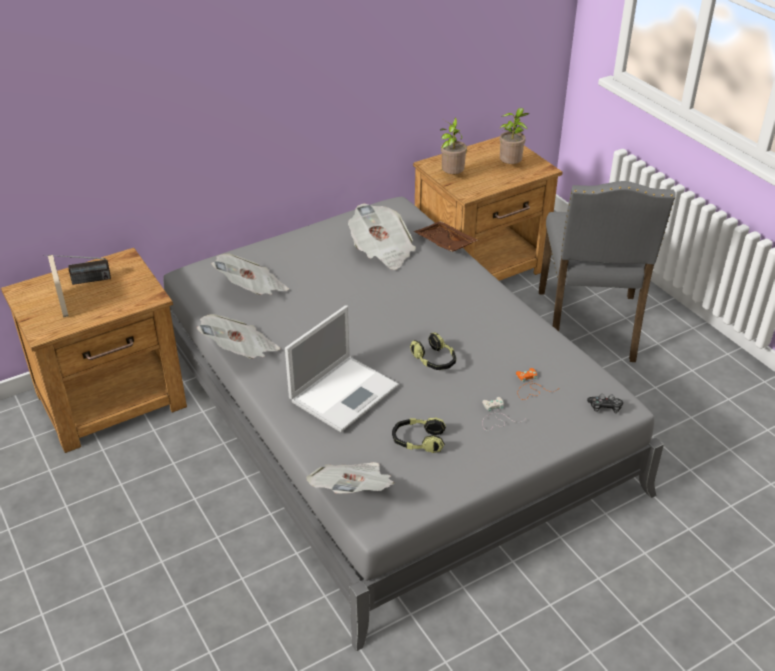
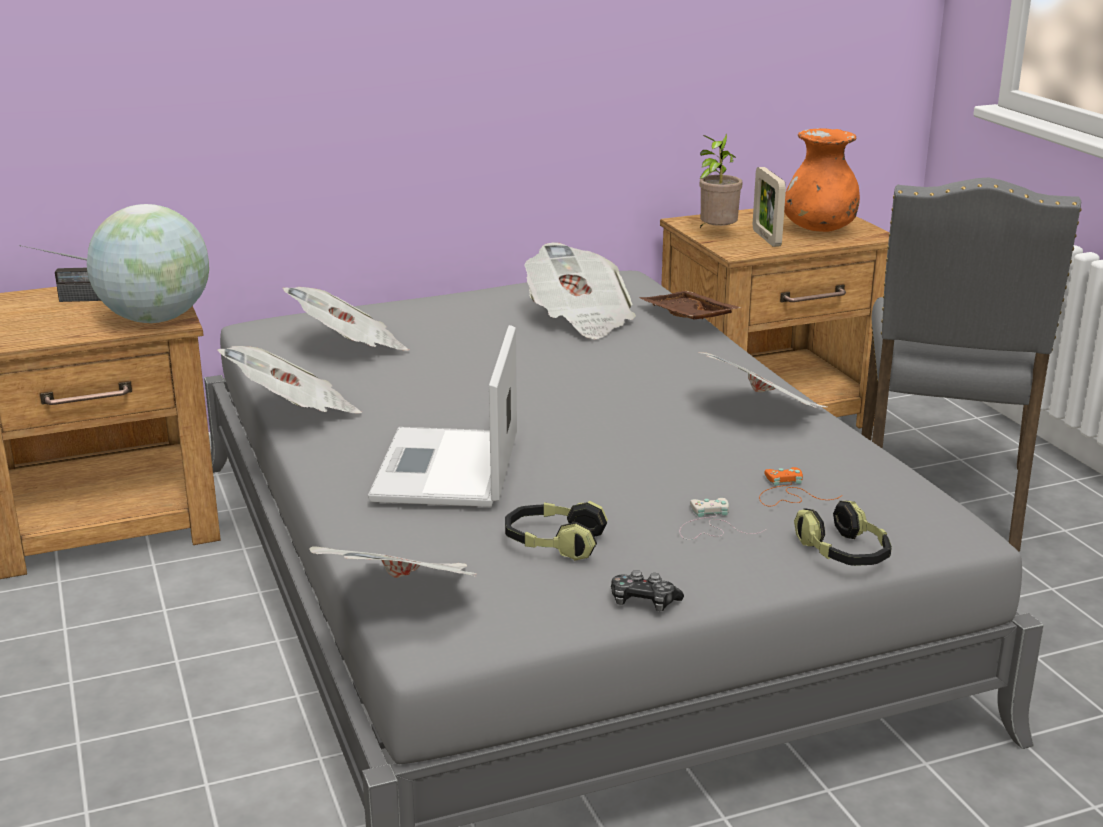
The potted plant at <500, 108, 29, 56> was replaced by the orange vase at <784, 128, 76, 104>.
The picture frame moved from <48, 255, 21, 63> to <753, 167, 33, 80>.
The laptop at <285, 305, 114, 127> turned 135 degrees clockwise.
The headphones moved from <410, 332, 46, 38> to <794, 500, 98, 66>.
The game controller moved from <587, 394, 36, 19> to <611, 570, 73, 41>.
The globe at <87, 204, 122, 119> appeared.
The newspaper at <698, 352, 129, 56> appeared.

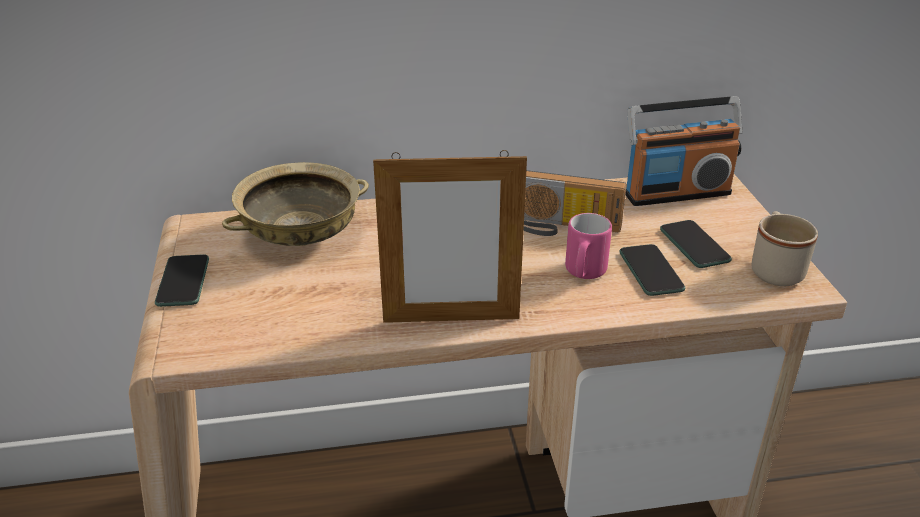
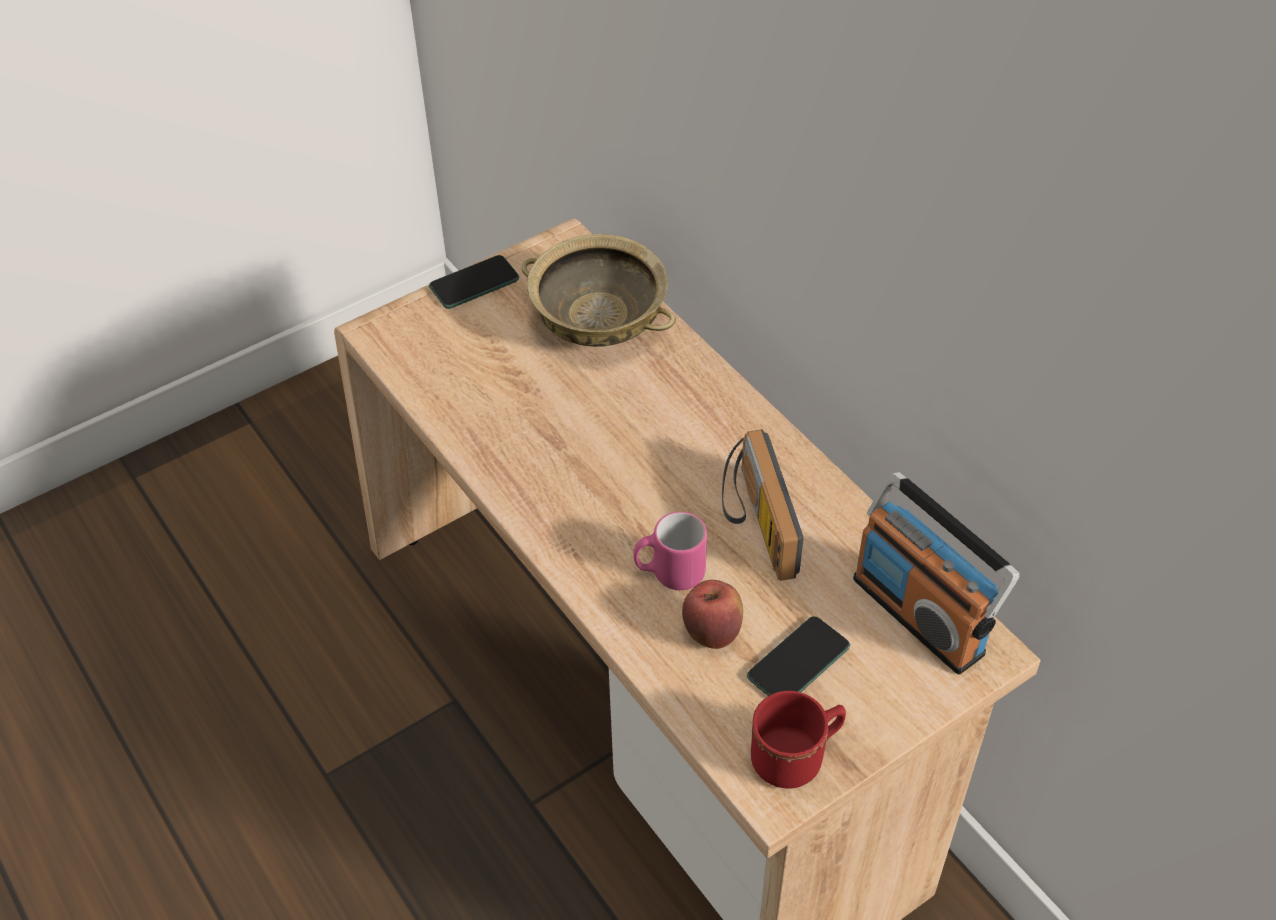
The picture frame at <373, 150, 154, 173> disappeared.
The beige mug at <752, 211, 66, 75> became the red mug at <751, 691, 95, 98>.
The phone at <620, 244, 65, 52> was replaced by the apple at <682, 580, 61, 69>.

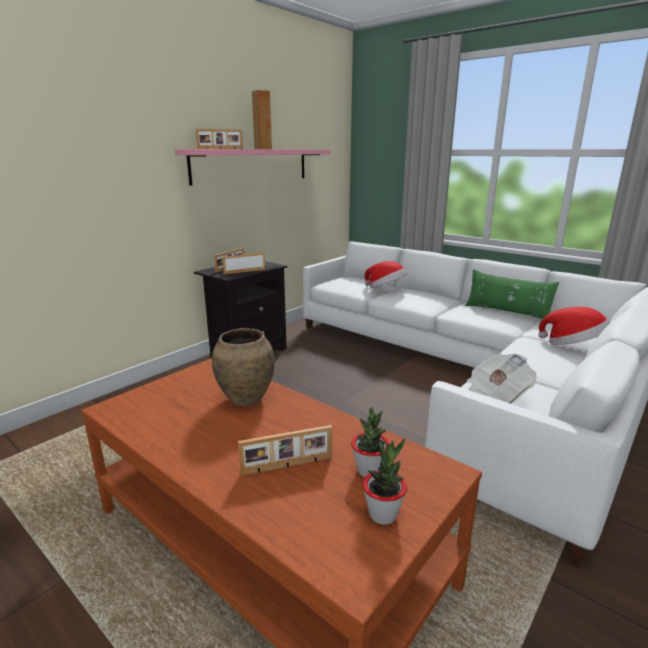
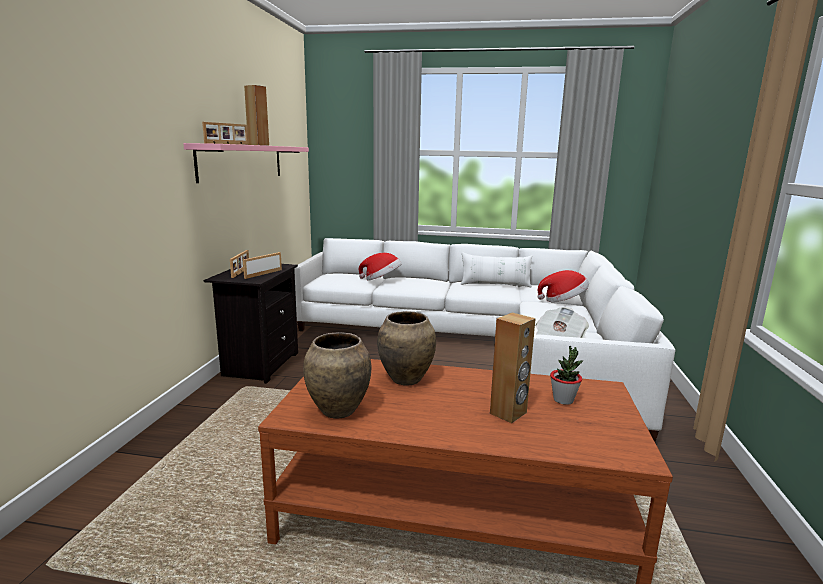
The green pillow at <465, 269, 94, 50> became the white pillow at <460, 252, 72, 36>.
The picture frame at <238, 425, 94, 51> was replaced by the brown speaker at <490, 313, 46, 110>.
The potted plant at <363, 439, 44, 86> disappeared.
The brown vase at <303, 332, 68, 87> appeared.

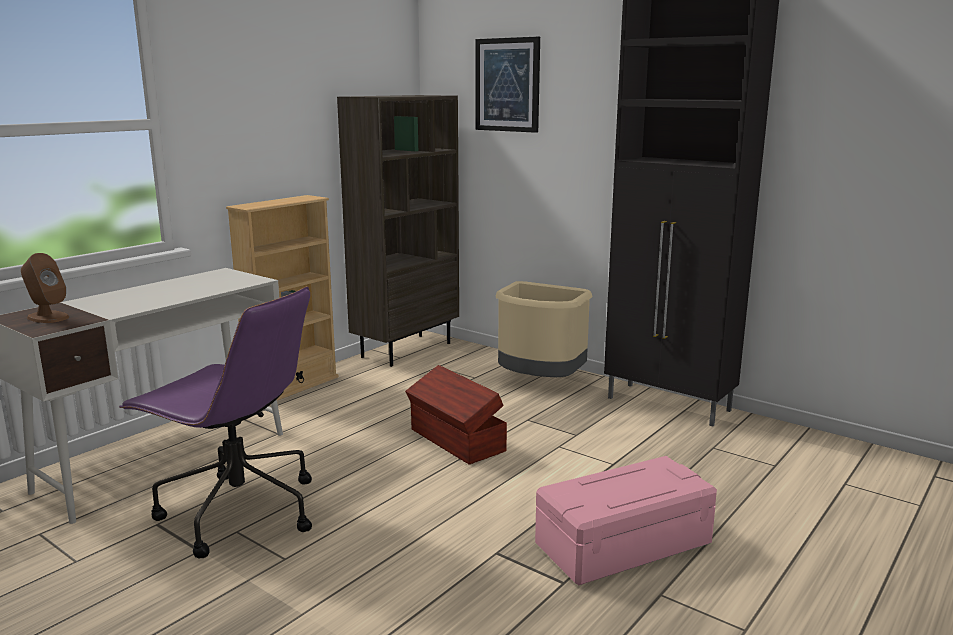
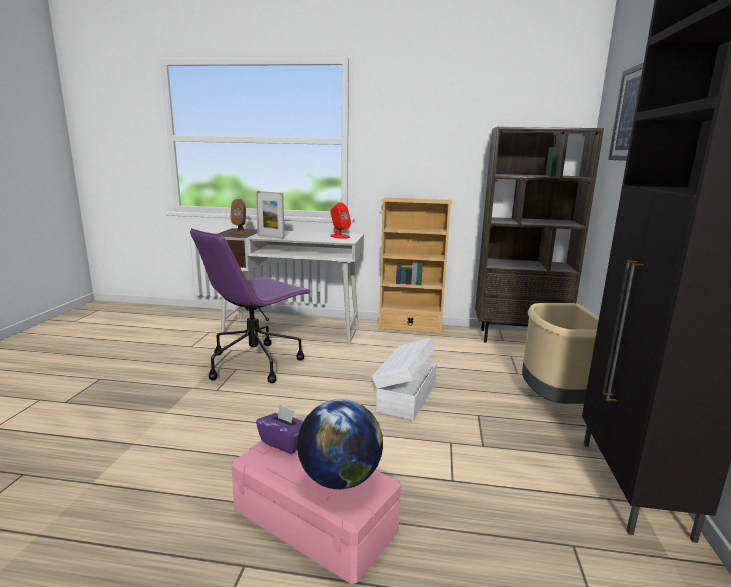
The purple office chair at <119, 286, 193, 272> turned 45 degrees clockwise.
The brown storage box at <405, 365, 102, 99> became the white storage box at <372, 338, 65, 83>.
The picture frame at <256, 191, 29, 48> appeared.
The red speaker at <330, 202, 21, 37> appeared.
The globe at <297, 399, 86, 90> appeared.
The purple tissue box at <256, 405, 47, 49> appeared.

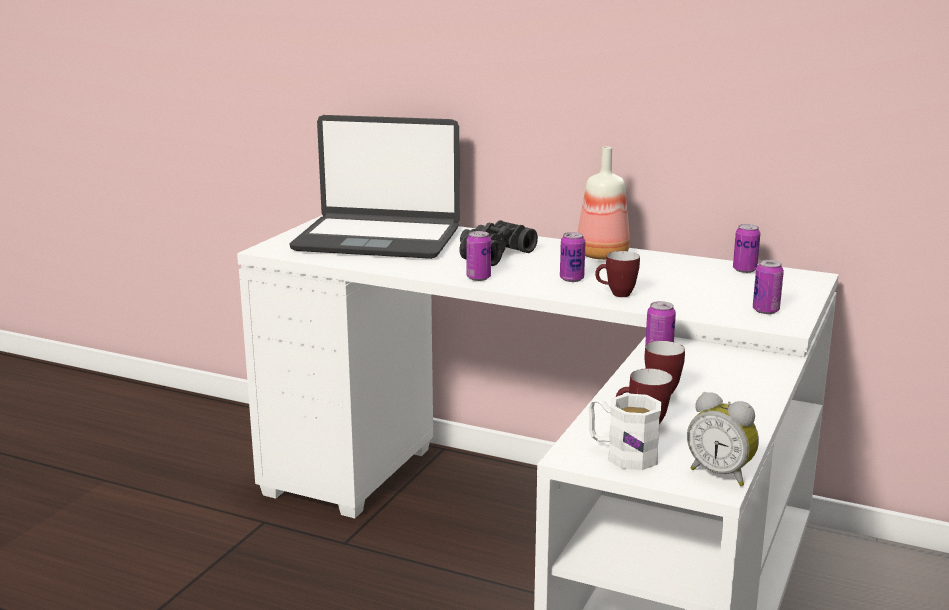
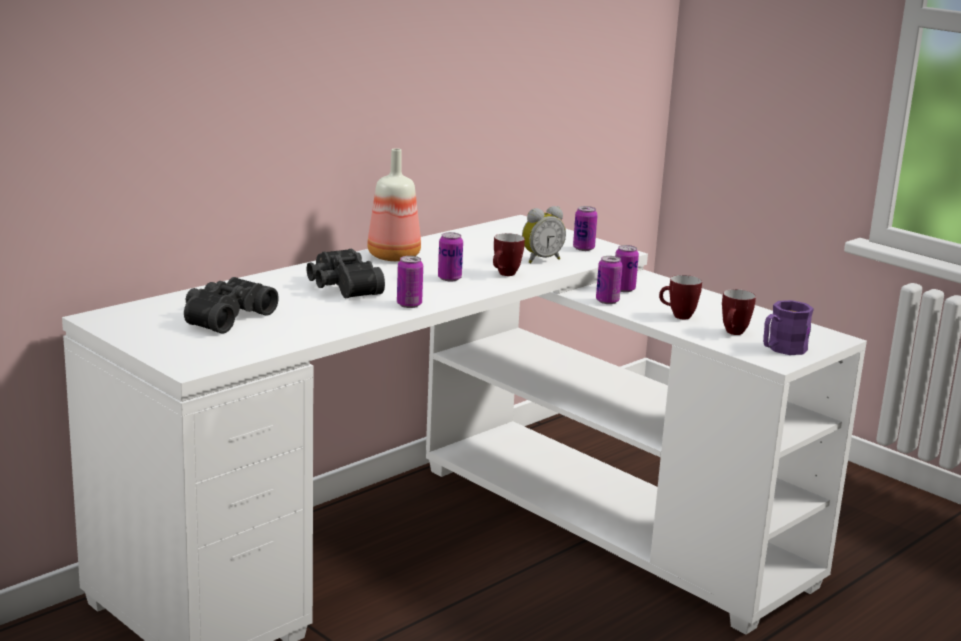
The laptop at <289, 115, 171, 144> was replaced by the black binoculars at <184, 277, 95, 57>.
The can moved from <733, 224, 27, 49> to <615, 245, 24, 47>.
The alarm clock moved from <687, 392, 72, 94> to <522, 206, 44, 58>.
The white mug at <589, 393, 72, 77> became the purple mug at <763, 300, 51, 55>.

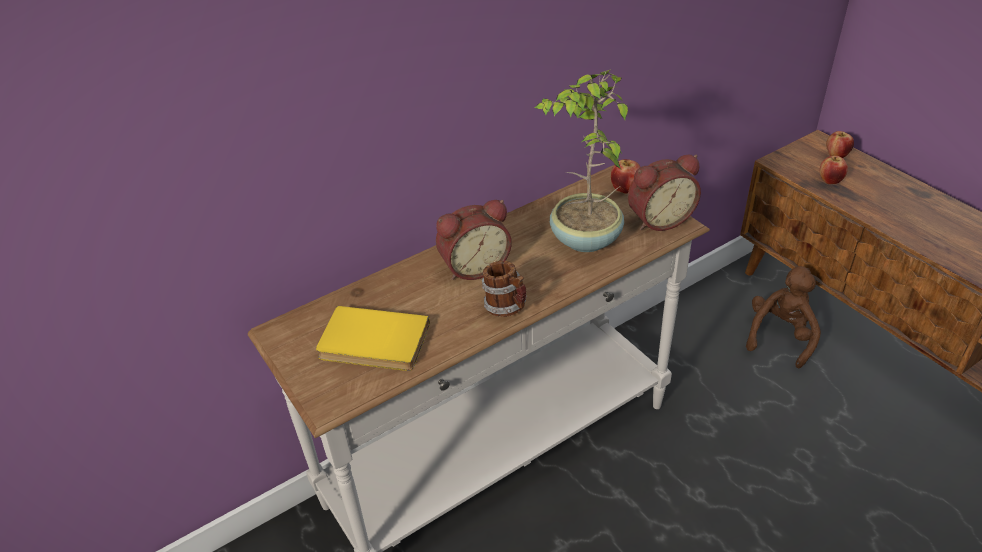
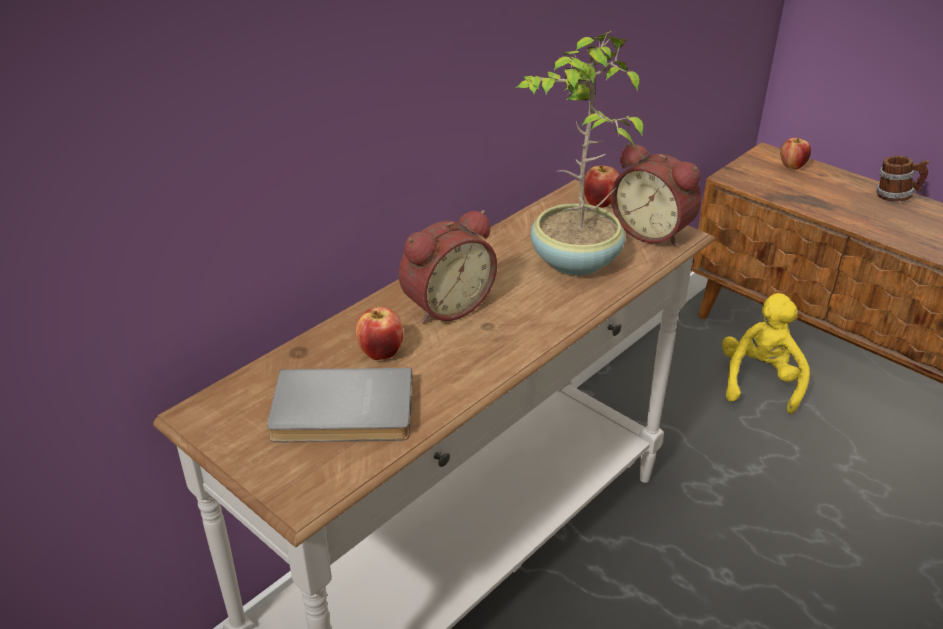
The alarm clock at <628, 155, 73, 76> turned 75 degrees clockwise.
The apple moved from <820, 156, 28, 28> to <355, 307, 48, 53>.
The mug moved from <482, 261, 45, 56> to <876, 156, 54, 46>.
The brown plush toy at <746, 266, 75, 102> became the yellow plush toy at <722, 293, 88, 121>.
The yellow book at <316, 306, 114, 65> became the grey book at <267, 368, 146, 74>.

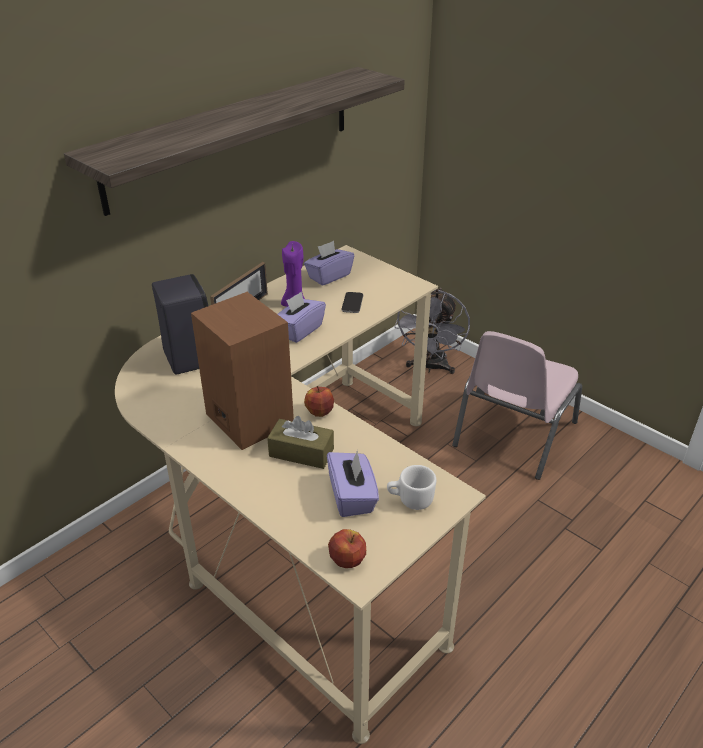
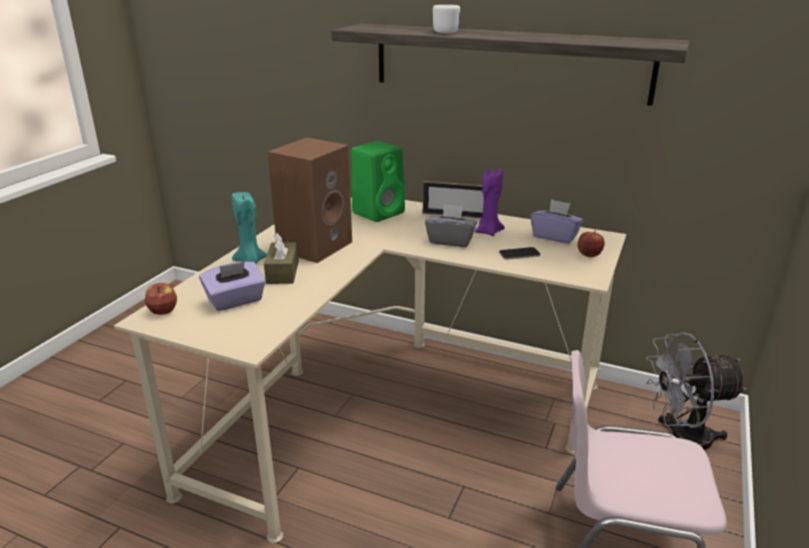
The black speaker at <152, 274, 56, 100> became the green speaker at <351, 141, 54, 81>.
The purple tissue box at <278, 291, 48, 52> became the grey tissue box at <425, 204, 52, 43>.
The apple moved from <304, 386, 30, 31> to <577, 232, 28, 25>.
The white mug moved from <387, 465, 49, 45> to <433, 5, 27, 28>.
The turquoise candle at <232, 192, 35, 72> appeared.

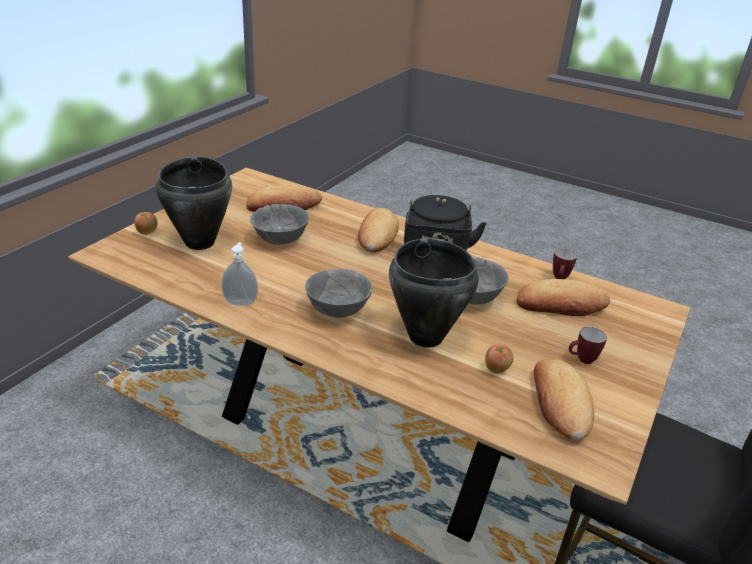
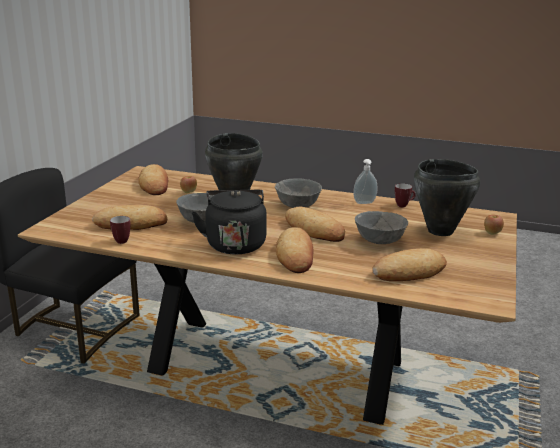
The mug moved from <569, 327, 38, 37> to <395, 183, 21, 24>.
The bread at <285, 207, 60, 35> appeared.

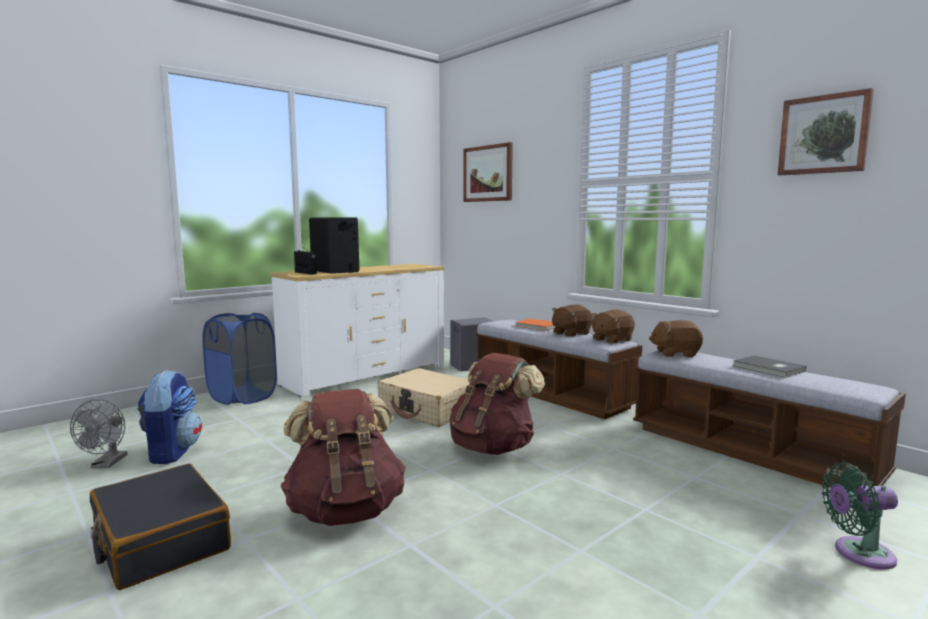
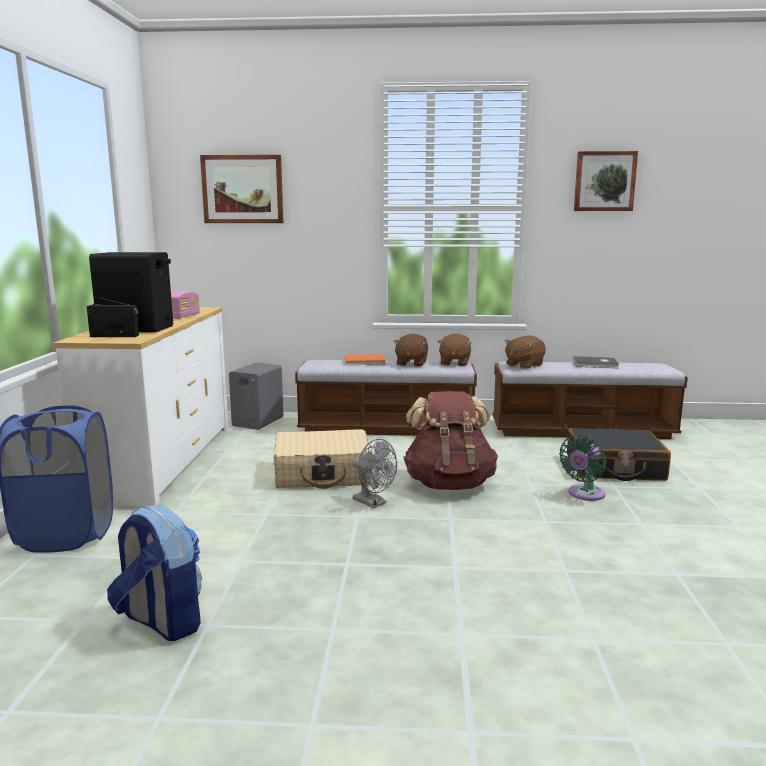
The brown backpack at <281, 389, 125, 137> disappeared.
The grey fan moved from <70, 399, 57, 69> to <352, 439, 45, 69>.
The green fan moved from <822, 463, 76, 107> to <559, 434, 47, 67>.
The black suitcase moved from <90, 464, 141, 126> to <567, 428, 104, 53>.
The radio at <171, 291, 29, 28> appeared.

